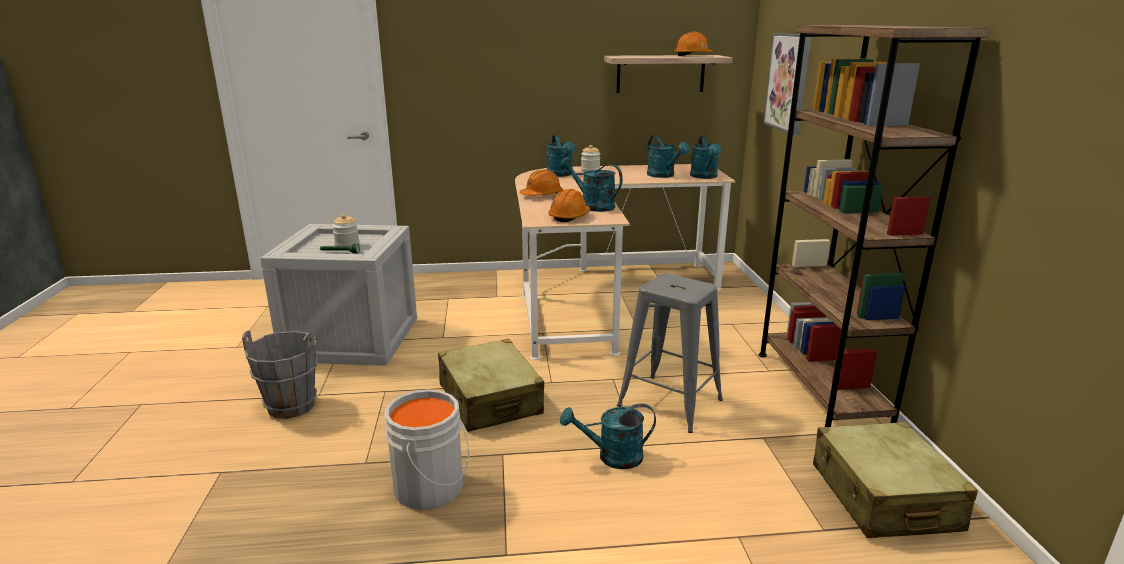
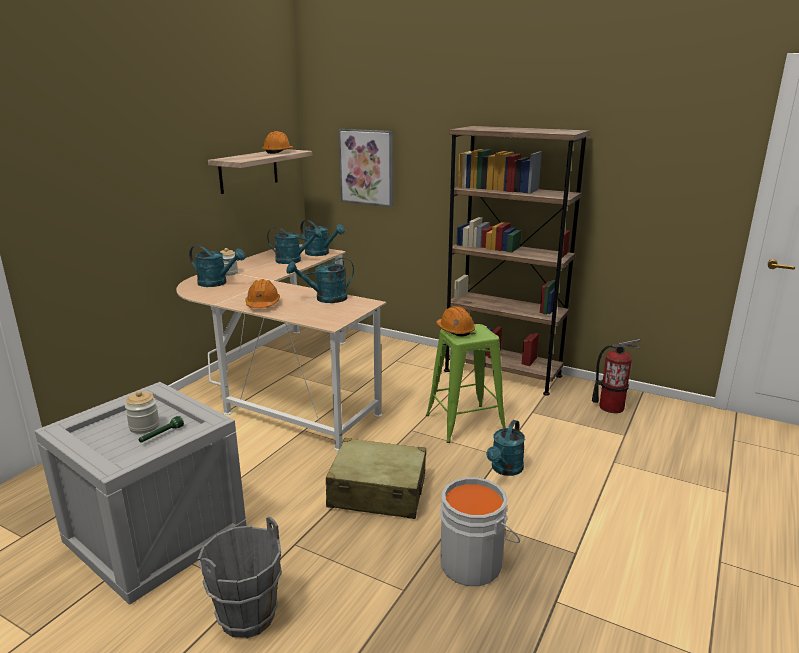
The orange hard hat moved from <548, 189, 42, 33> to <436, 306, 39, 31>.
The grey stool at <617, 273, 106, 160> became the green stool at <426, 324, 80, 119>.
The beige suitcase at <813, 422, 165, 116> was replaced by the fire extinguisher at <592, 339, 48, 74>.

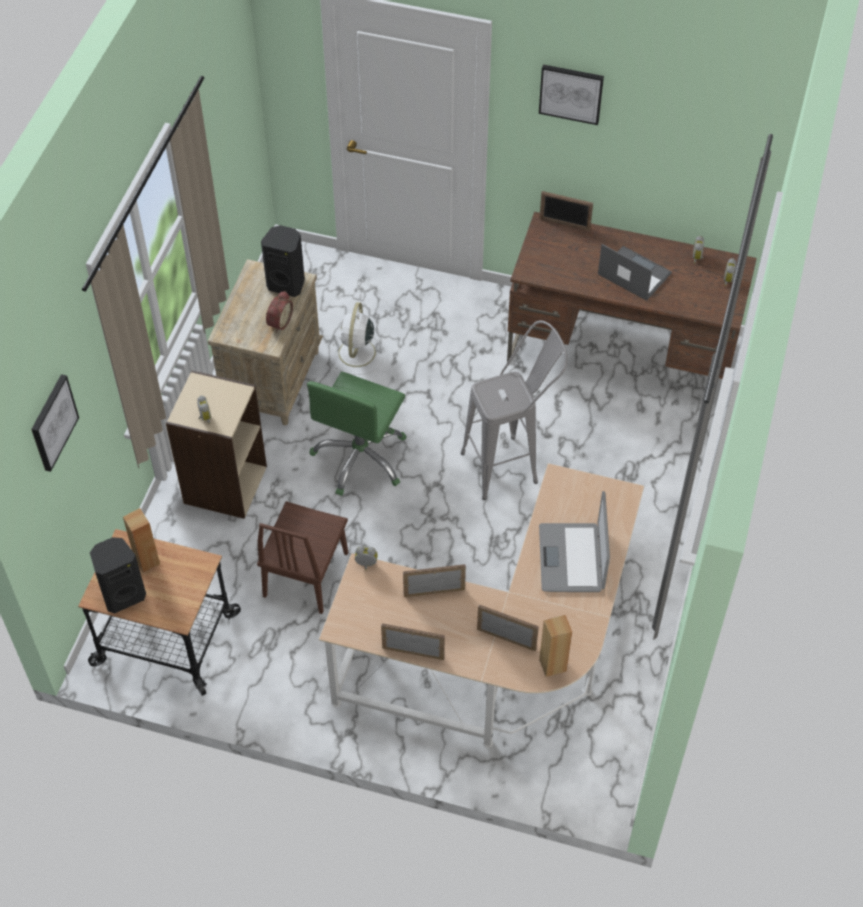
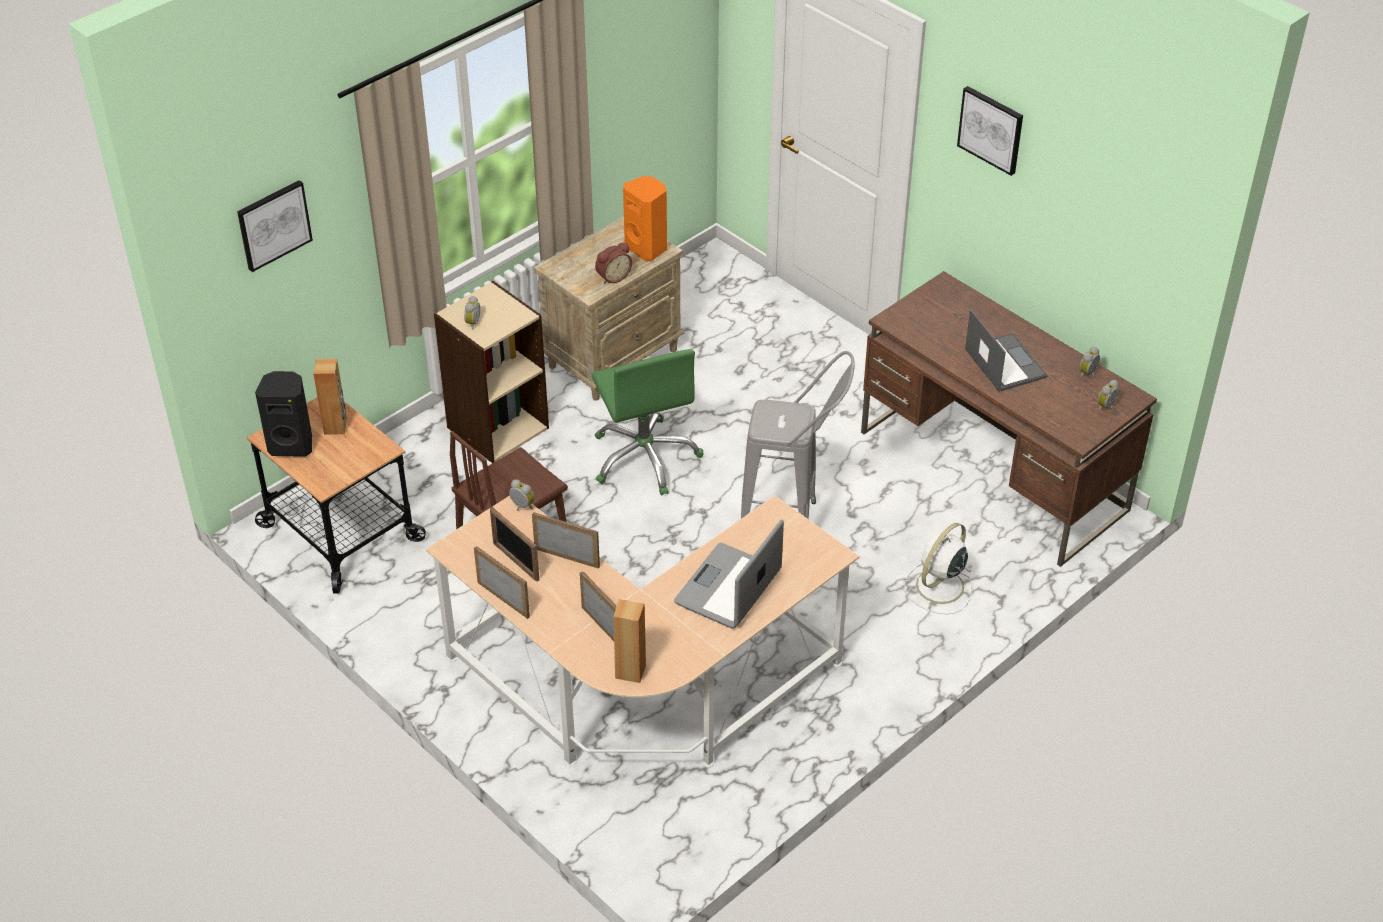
The picture frame moved from <539, 191, 54, 40> to <490, 507, 49, 74>.
The black speaker at <261, 225, 44, 72> became the orange speaker at <623, 176, 44, 85>.
The white fan moved from <330, 302, 53, 73> to <904, 523, 68, 91>.
The green office chair at <307, 372, 100, 124> turned 75 degrees counterclockwise.

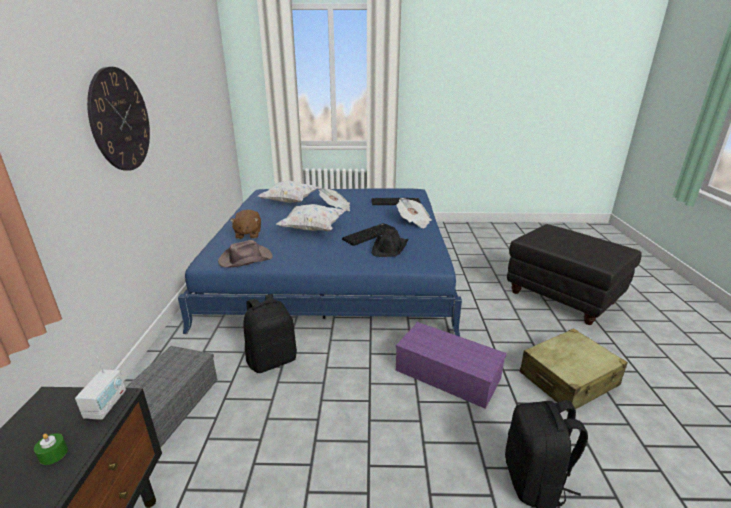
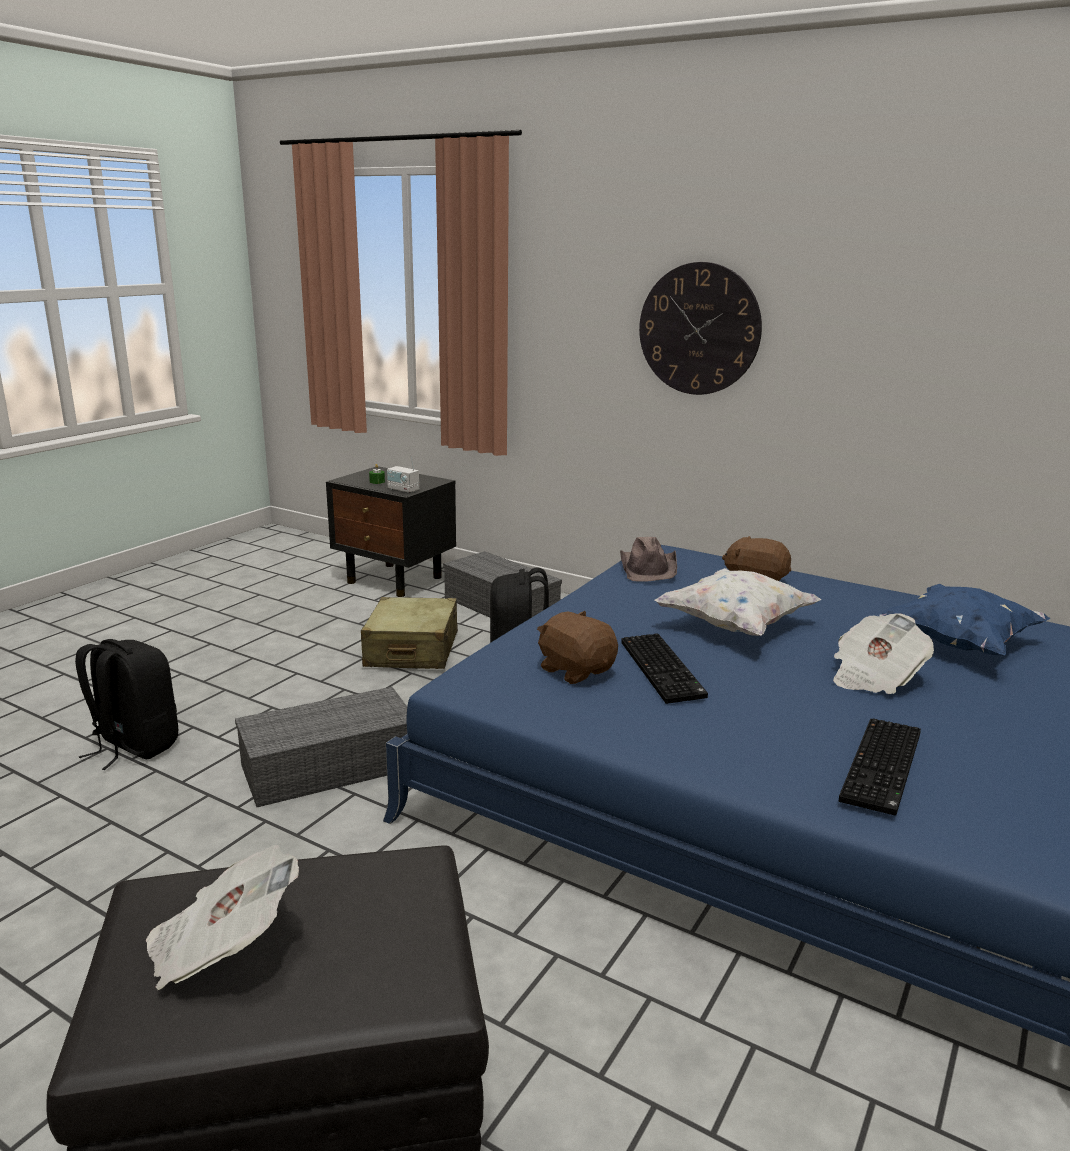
The white pillow at <258, 181, 61, 22> became the blue pillow at <877, 584, 174, 72>.
The newspaper moved from <396, 198, 36, 30> to <146, 845, 153, 145>.
The black hat at <371, 229, 38, 28> was replaced by the brown plush toy at <537, 611, 81, 73>.
The purple storage box at <396, 322, 111, 87> became the grey storage box at <235, 687, 172, 120>.
The beige suitcase moved from <520, 328, 108, 84> to <361, 597, 97, 72>.

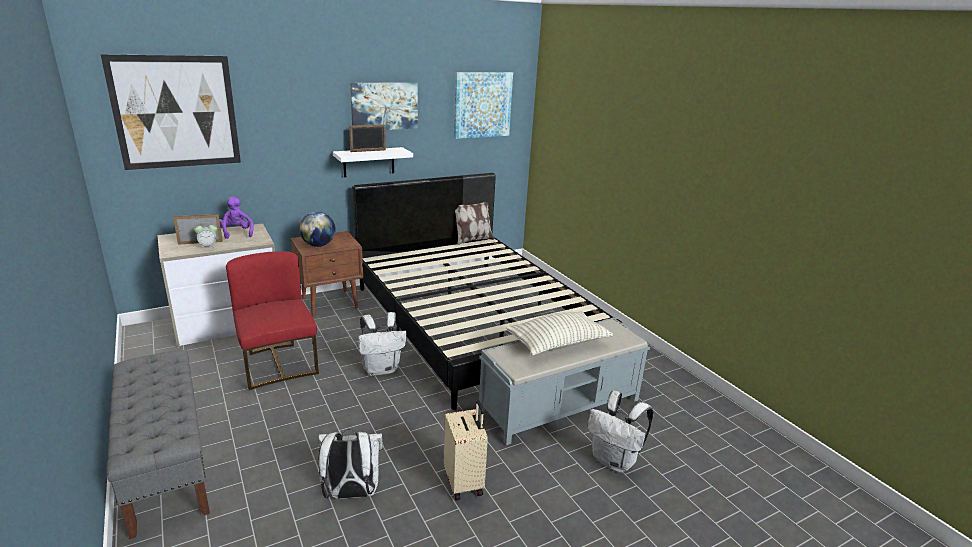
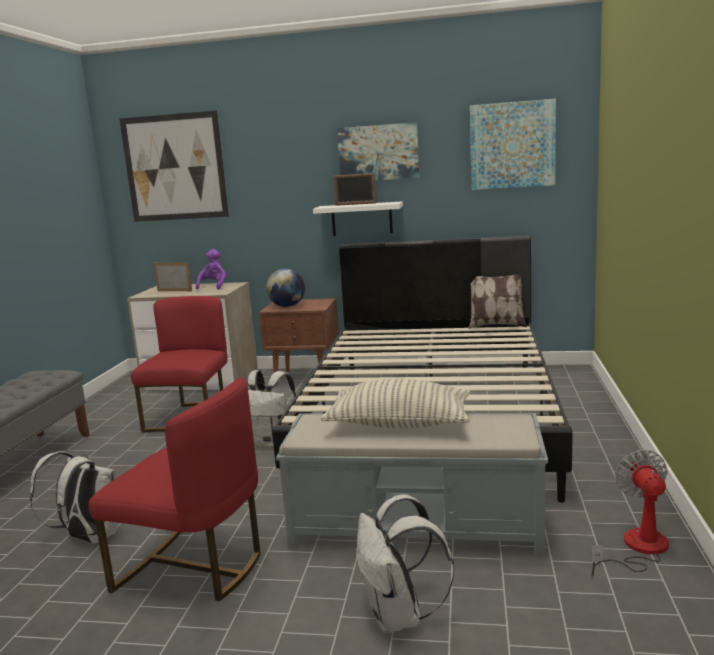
The alarm clock at <194, 222, 23, 28> disappeared.
The beige suitcase at <444, 400, 44, 101> was replaced by the red chair at <89, 378, 172, 223>.
The fan at <591, 450, 78, 126> appeared.

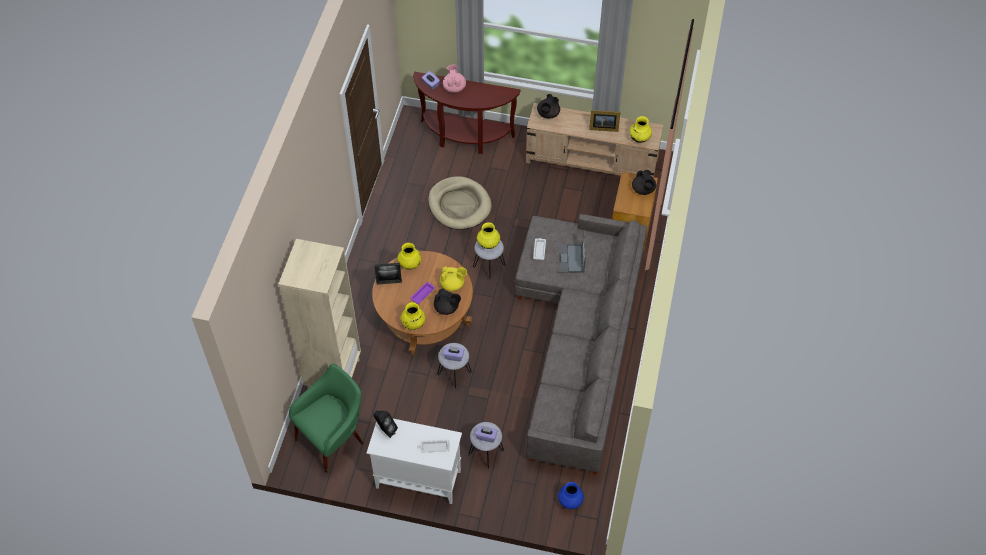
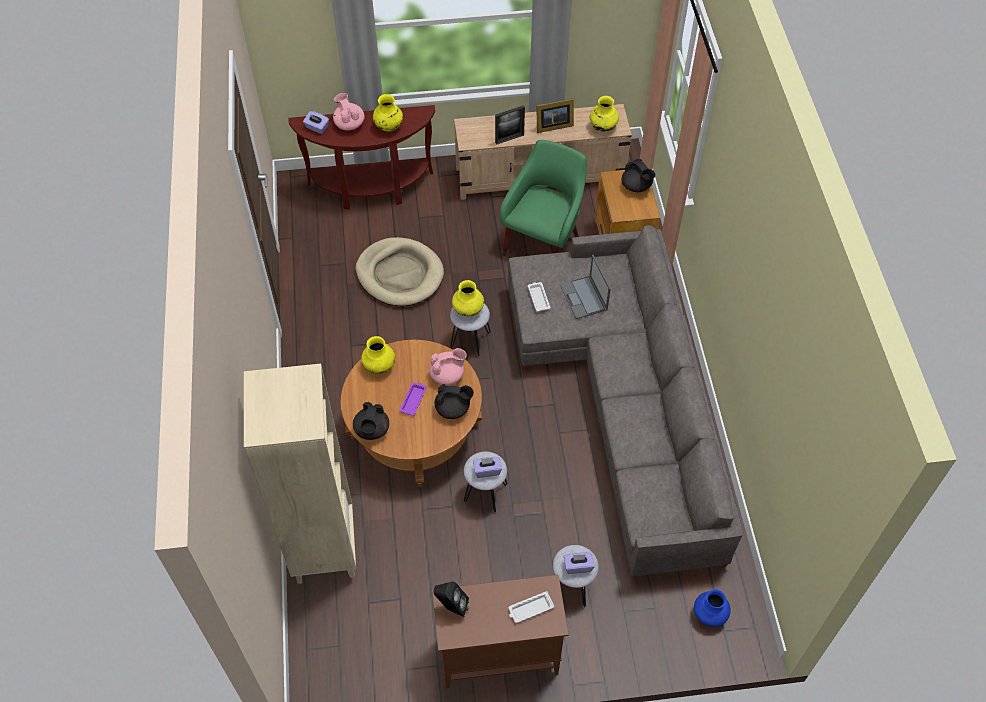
The black teapot moved from <537, 94, 23, 24> to <353, 402, 36, 38>.
The picture frame moved from <374, 263, 28, 22> to <495, 105, 30, 40>.
The yellow teapot at <440, 266, 27, 25> became the pink teapot at <429, 348, 38, 37>.
The yellow vase moved from <401, 302, 25, 28> to <373, 94, 30, 38>.
The green armchair moved from <289, 364, 75, 109> to <500, 140, 87, 116>.
The white cabinet at <367, 418, 95, 86> became the brown cabinet at <432, 575, 137, 113>.

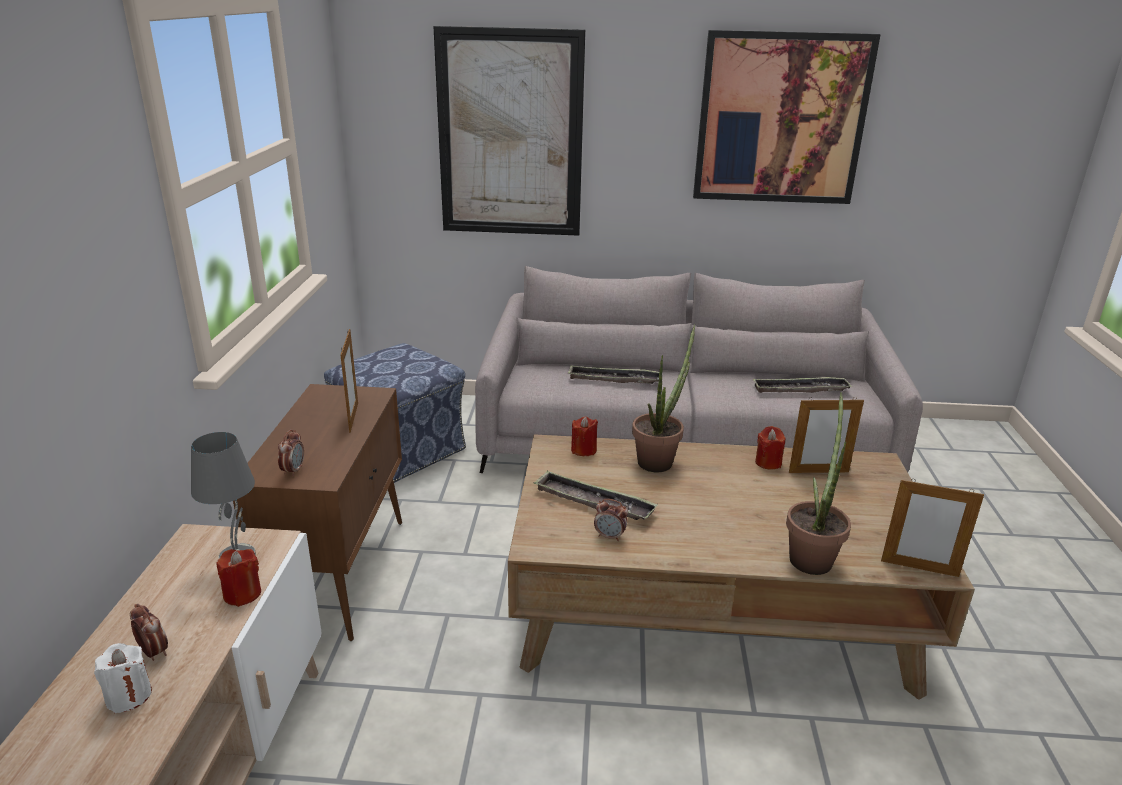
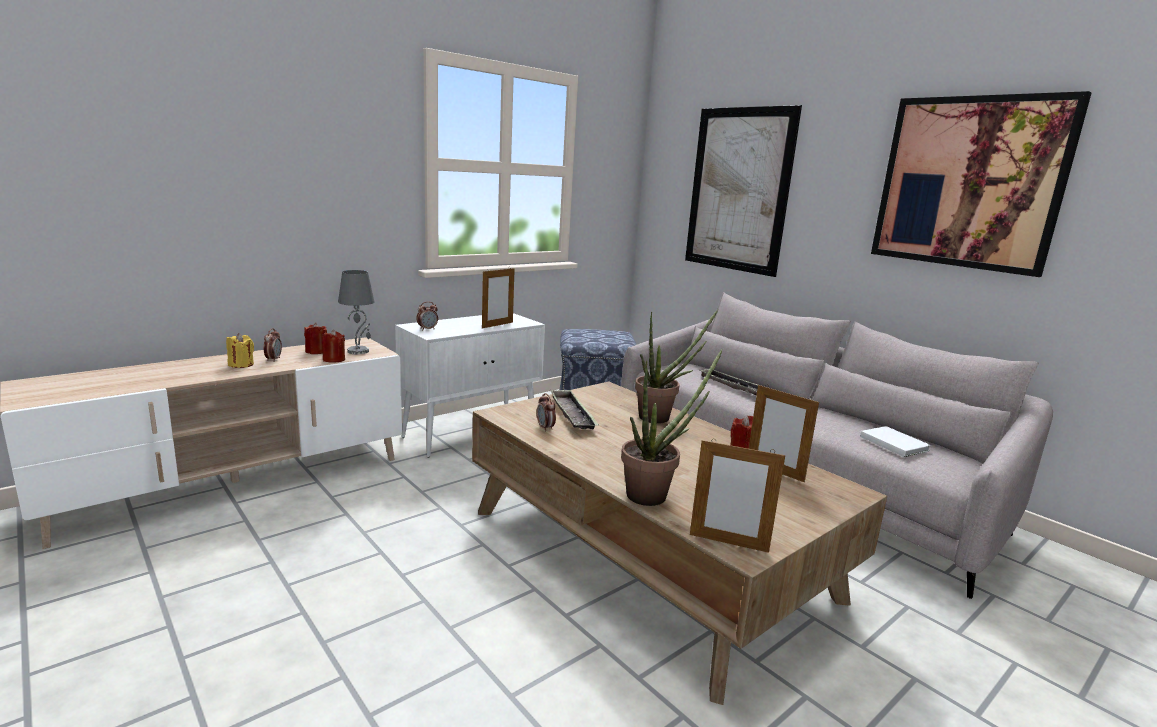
The tray at <753, 377, 99, 16> was replaced by the white book at <860, 426, 71, 31>.
The brown cabinet at <233, 384, 169, 257> became the white cabinet at <395, 313, 150, 145>.
The red candle moved from <571, 417, 27, 39> to <304, 323, 23, 31>.
The picture frame at <881, 479, 103, 98> turned 45 degrees counterclockwise.
The white candle at <94, 643, 58, 70> became the yellow candle at <226, 333, 28, 35>.

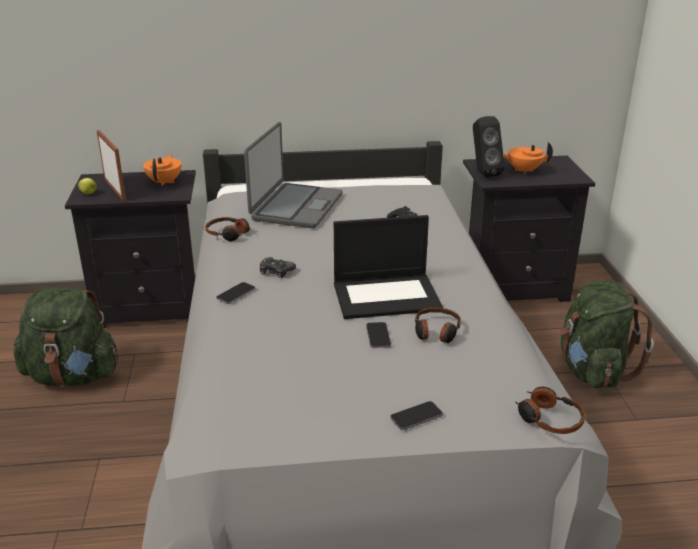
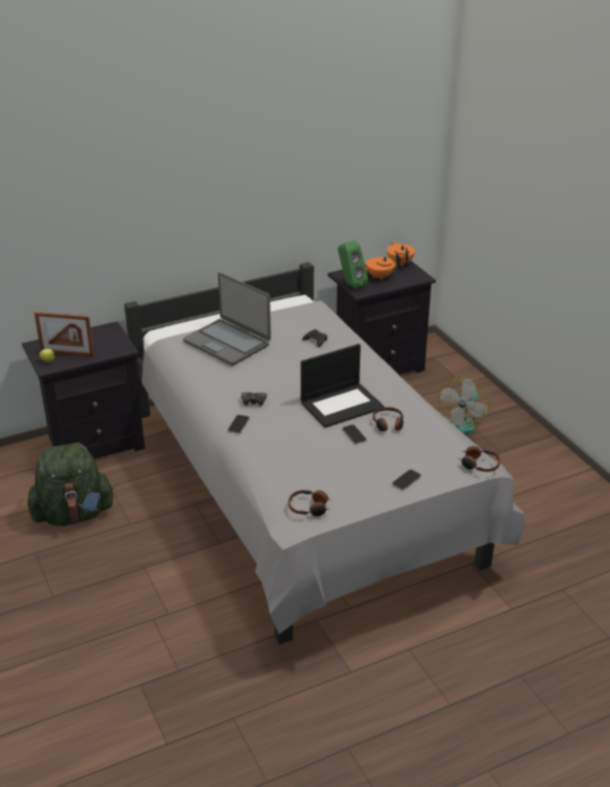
The black speaker at <473, 116, 32, 61> became the green speaker at <338, 240, 30, 49>.
The laptop at <244, 122, 99, 106> turned 135 degrees clockwise.
The picture frame at <97, 130, 29, 71> turned 150 degrees clockwise.
The orange teapot moved from <143, 154, 39, 32> to <387, 241, 28, 25>.
The headphones moved from <205, 217, 46, 24> to <288, 490, 43, 26>.
The green backpack at <558, 280, 96, 109> was replaced by the fan at <437, 376, 53, 59>.

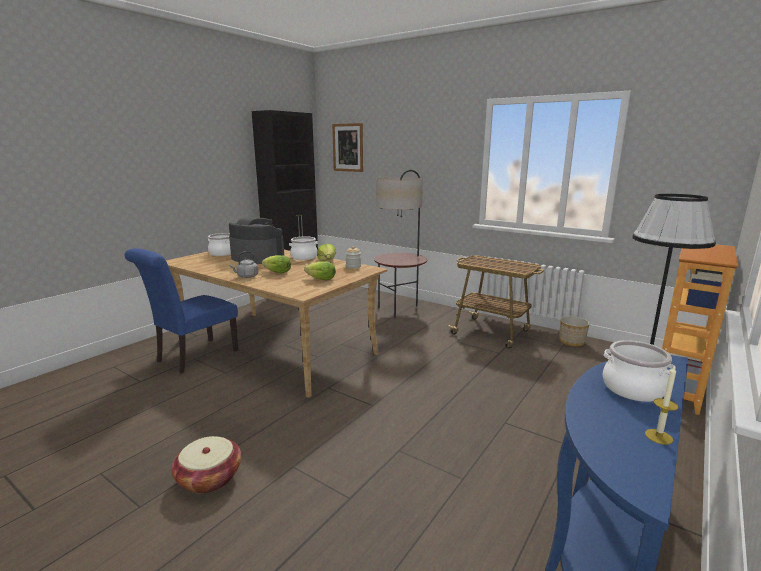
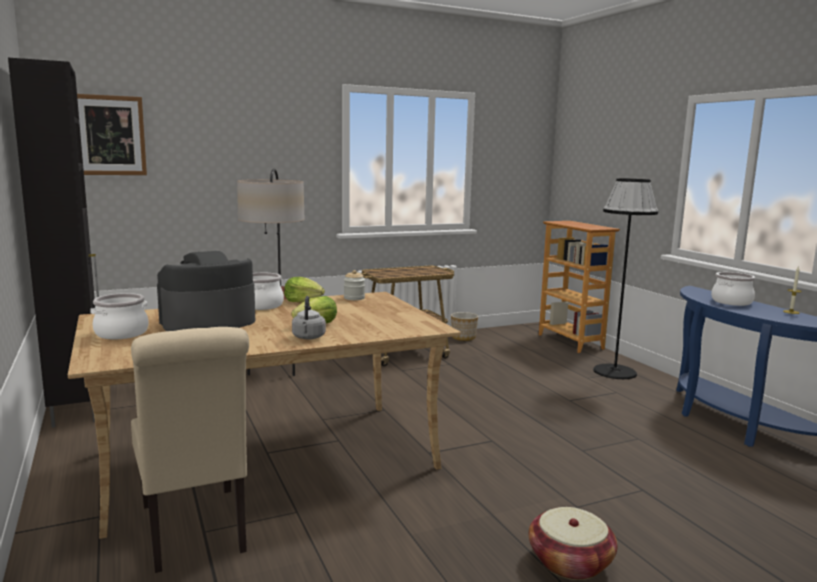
The blue chair at <124, 248, 114, 126> became the beige chair at <131, 327, 118, 246>.
The lettuce at <304, 261, 32, 20> disappeared.

